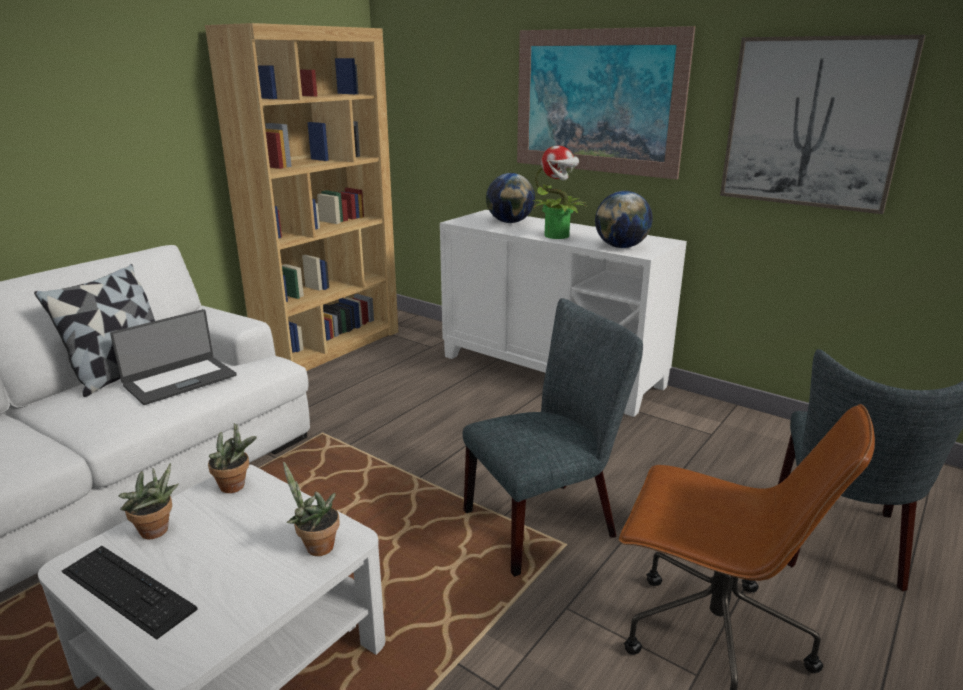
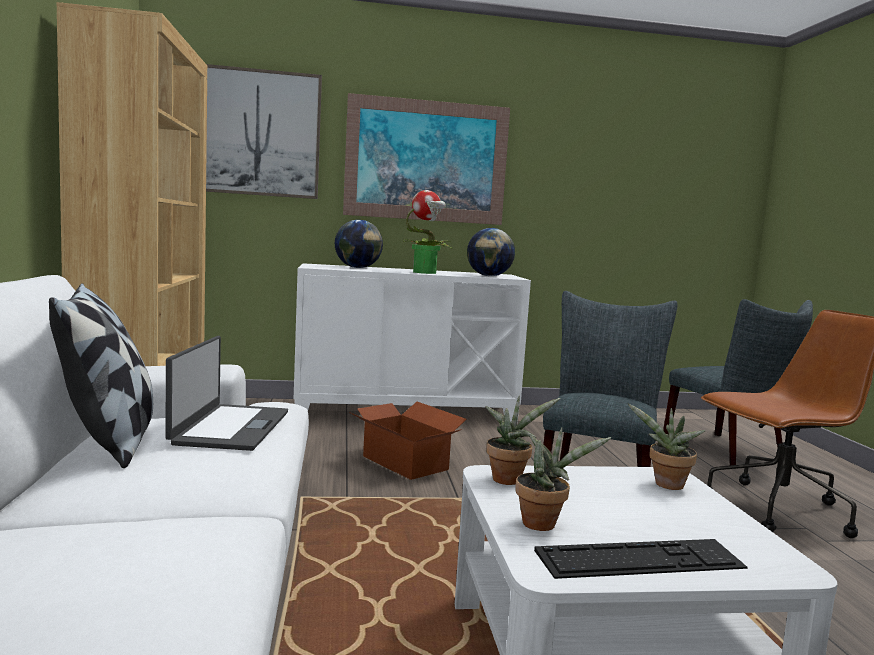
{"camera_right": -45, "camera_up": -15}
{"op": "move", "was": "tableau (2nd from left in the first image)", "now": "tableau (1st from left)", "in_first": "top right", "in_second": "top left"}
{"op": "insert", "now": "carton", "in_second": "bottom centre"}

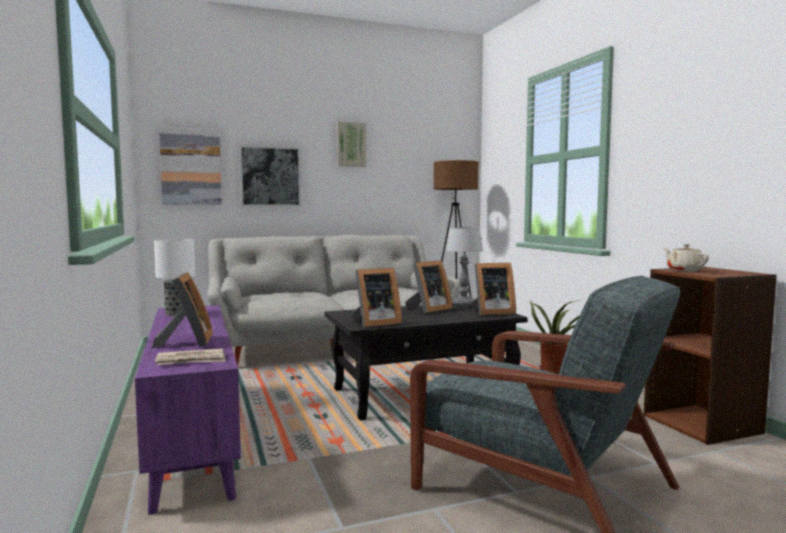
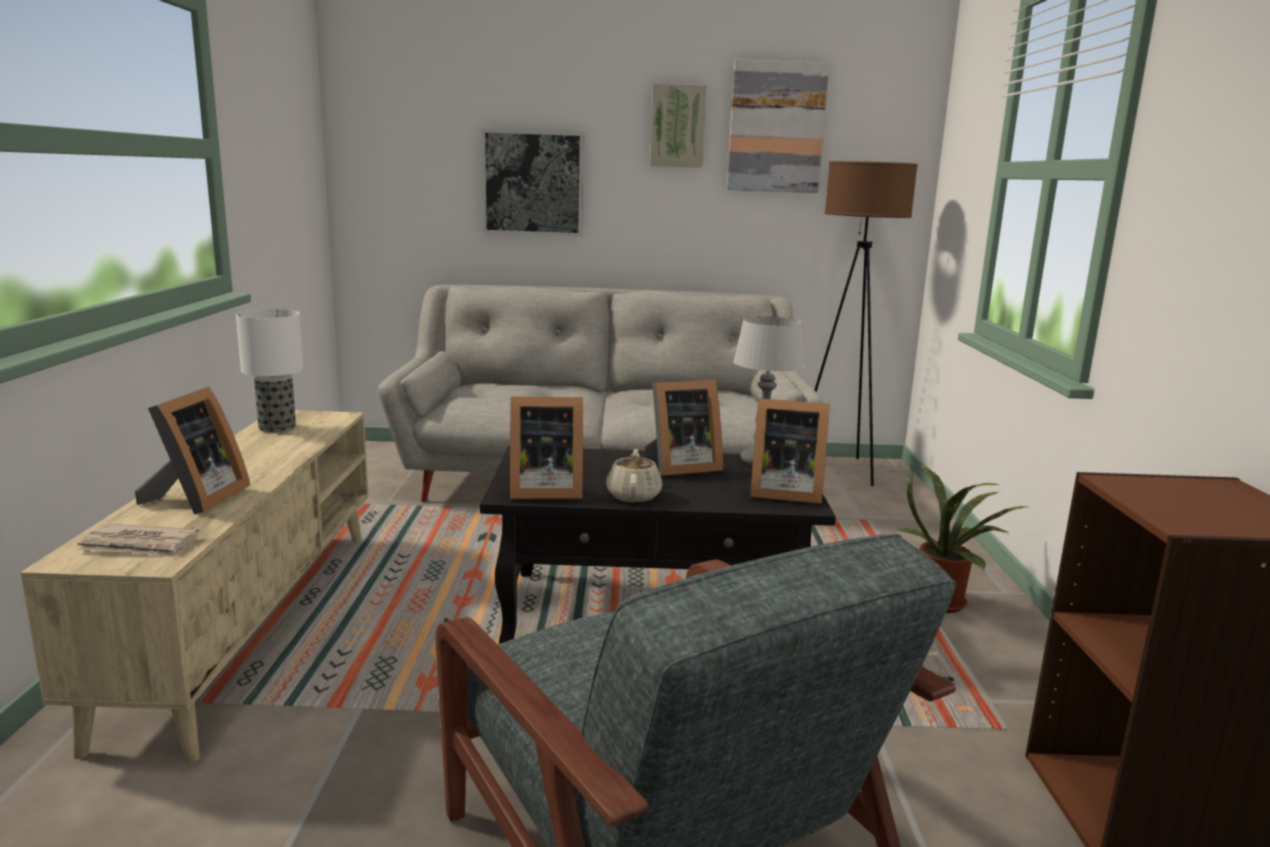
{"camera_right": 20, "camera_up": 10}
{"op": "recolor", "was": "meuble télé/violet", "now": "meuble télé/beige", "in_first": "bottom left", "in_second": "bottom left"}
{"op": "move", "was": "théière/beige", "in_first": "middle right", "in_second": "centre"}
{"op": "move", "was": "tableau (1st from left in the first image)", "now": "tableau (3rd from left)", "in_first": "top left", "in_second": "top centre"}

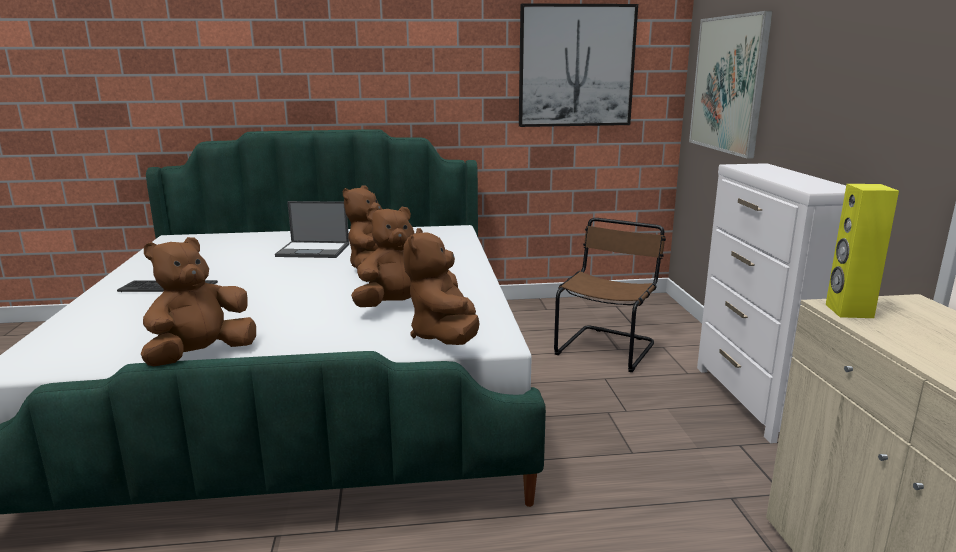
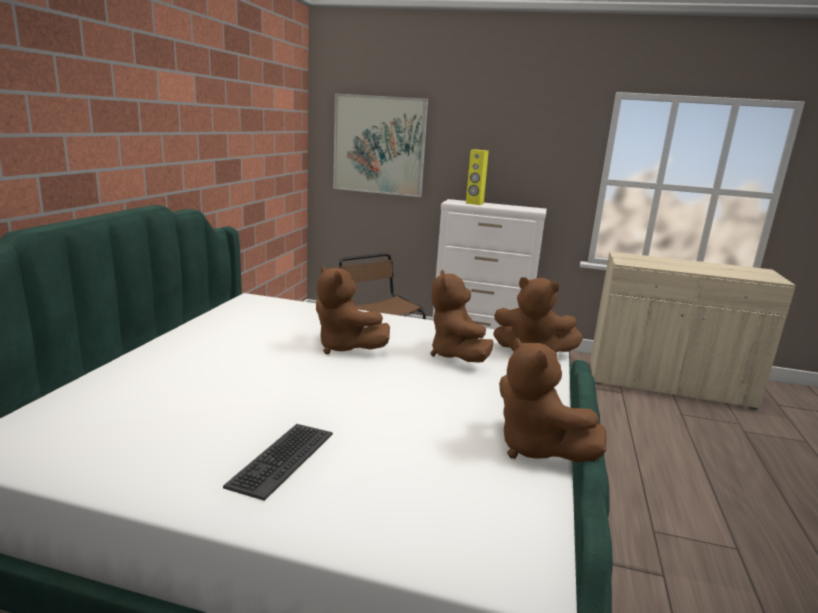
{"camera_right": -70, "camera_up": 0}
{"op": "move", "was": "enceinte/jaune", "in_first": "middle right", "in_second": "top centre"}
{"op": "delete", "was": "ordinateur portable", "in_first": "middle left"}
{"op": "delete", "was": "tableau (1st from left)", "in_first": "top centre"}

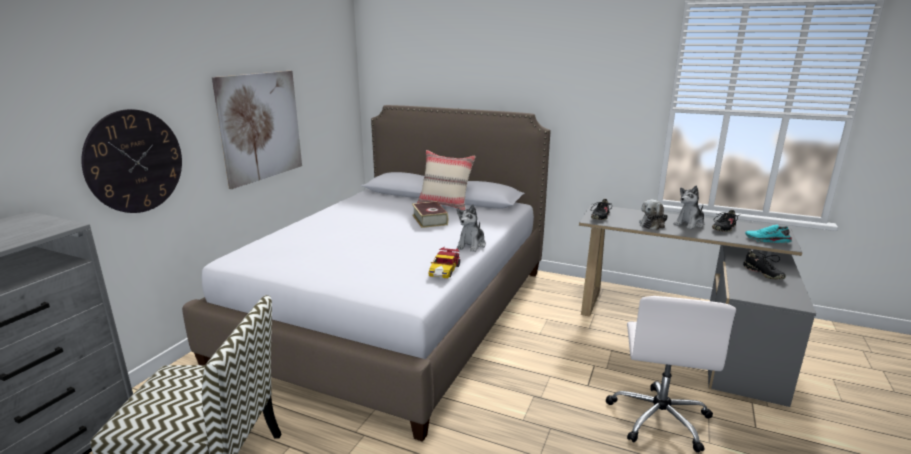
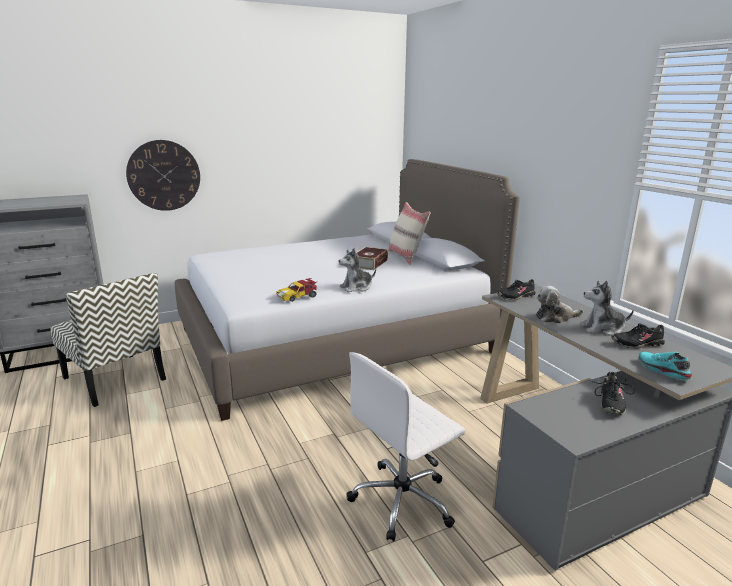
{"camera_right": 40, "camera_up": 0}
{"op": "delete", "was": "tableau", "in_first": "top left"}

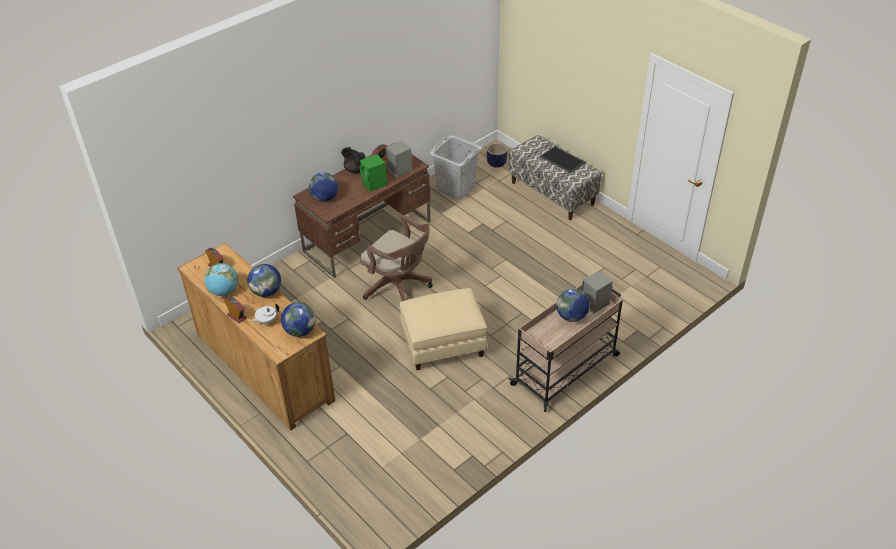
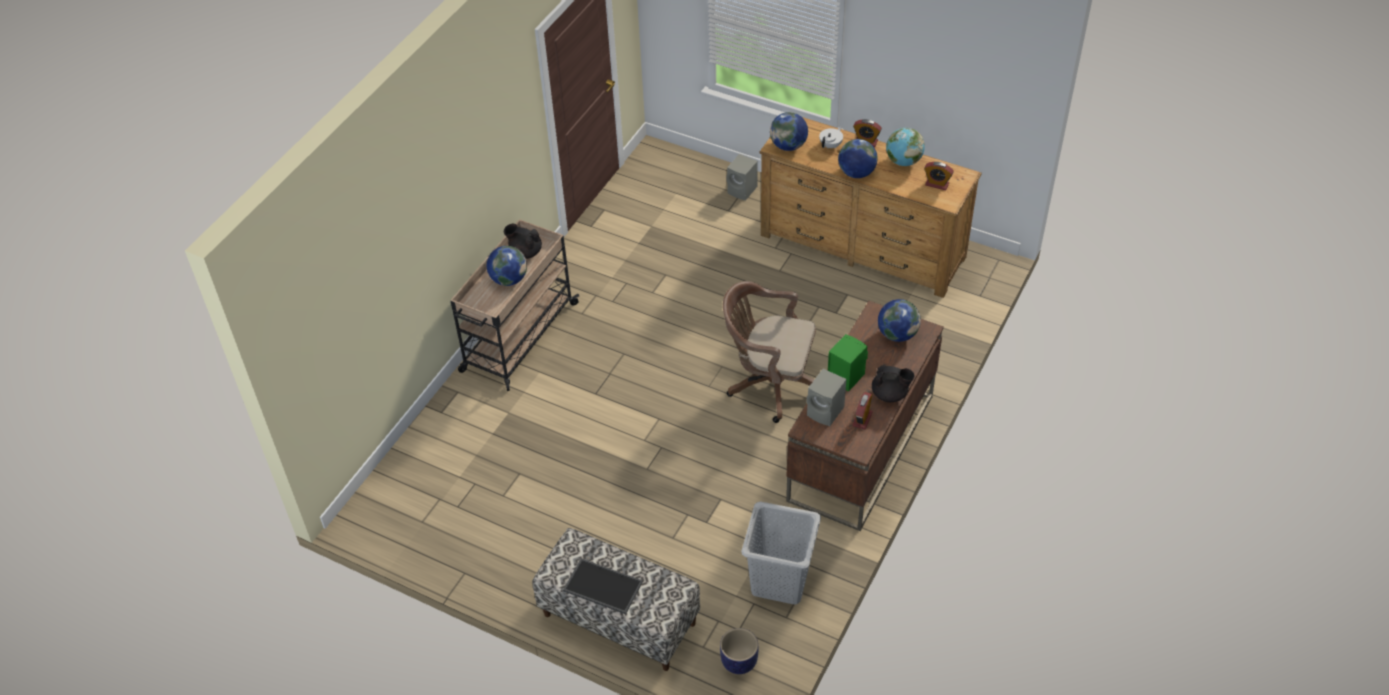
{"camera_right": 160, "camera_up": 5}
{"op": "insert", "now": "théière/noir (1st from left)", "in_second": "centre"}
{"op": "move", "was": "enceinte/gris (2nd from left in the first image)", "now": "enceinte/gris (1st from left)", "in_first": "centre", "in_second": "top centre"}
{"op": "delete", "was": "pouf/beige", "in_first": "centre"}

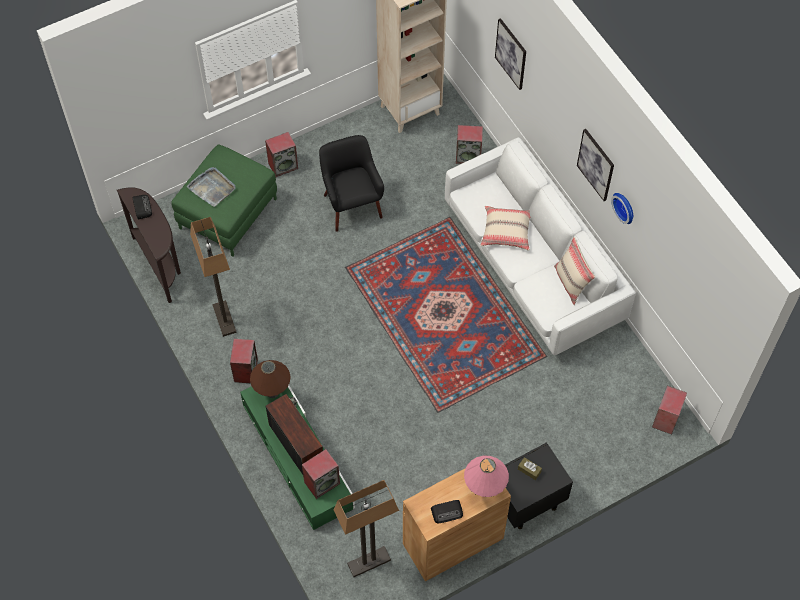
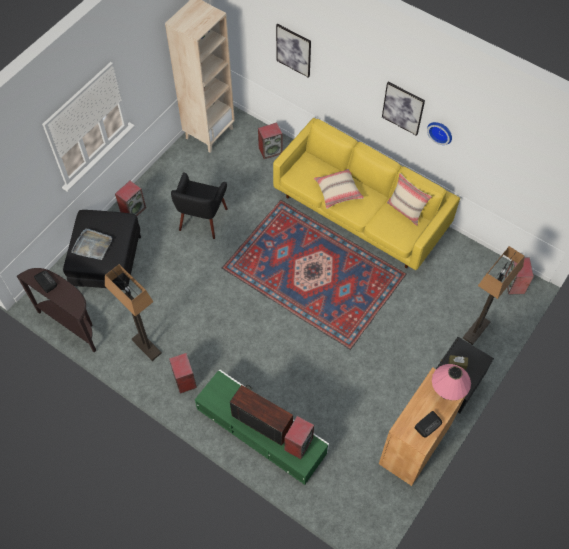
{"camera_right": -25, "camera_up": 0}
{"op": "recolor", "was": "pouf/vert", "now": "pouf/noir", "in_first": "middle left", "in_second": "middle left"}
{"op": "rotate", "was": "fauteuil/noir", "in_first": "top centre", "in_second": "centre", "clockwise": -120}
{"op": "recolor", "was": "canapé/blanc", "now": "canapé/jaune", "in_first": "middle right", "in_second": "centre"}
{"op": "move", "was": "lampadaire (2nd from left)", "in_first": "bottom centre", "in_second": "middle right"}
{"op": "delete", "was": "lampe de table/marron", "in_first": "centre"}

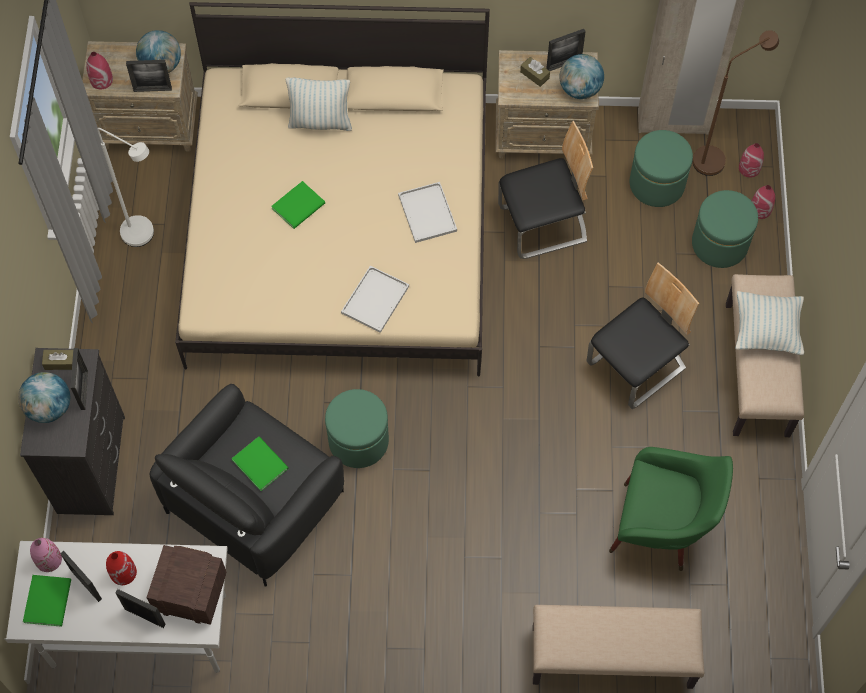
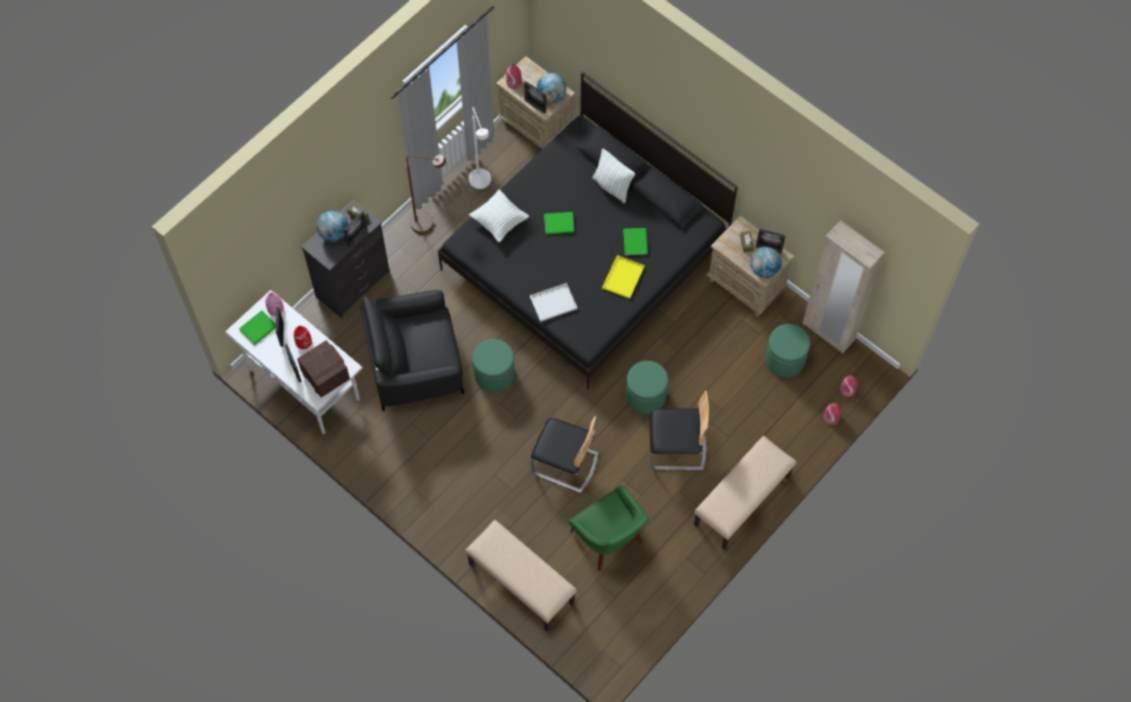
{"camera_right": 40, "camera_up": 0}
{"op": "move", "was": "lampadaire/marron", "in_first": "top right", "in_second": "top centre"}
{"op": "recolor", "was": "lit/beige", "now": "lit/noir", "in_first": "top centre", "in_second": "top centre"}
{"op": "move", "was": "coussin (2nd from left in the first image)", "now": "coussin (1st from left)", "in_first": "middle right", "in_second": "top centre"}
{"op": "move", "was": "chaise (1st from left)", "in_first": "top centre", "in_second": "centre"}
{"op": "recolor", "was": "plateau/blanc (2nd from left)", "now": "plateau/jaune", "in_first": "top centre", "in_second": "centre"}
{"op": "move", "was": "livre/vert (2nd from left in the first image)", "now": "livre/vert (3rd from left)", "in_first": "bottom left", "in_second": "centre"}
{"op": "move", "was": "pouf/vert (3rd from left in the first image)", "now": "pouf/vert (2nd from left)", "in_first": "top right", "in_second": "centre"}

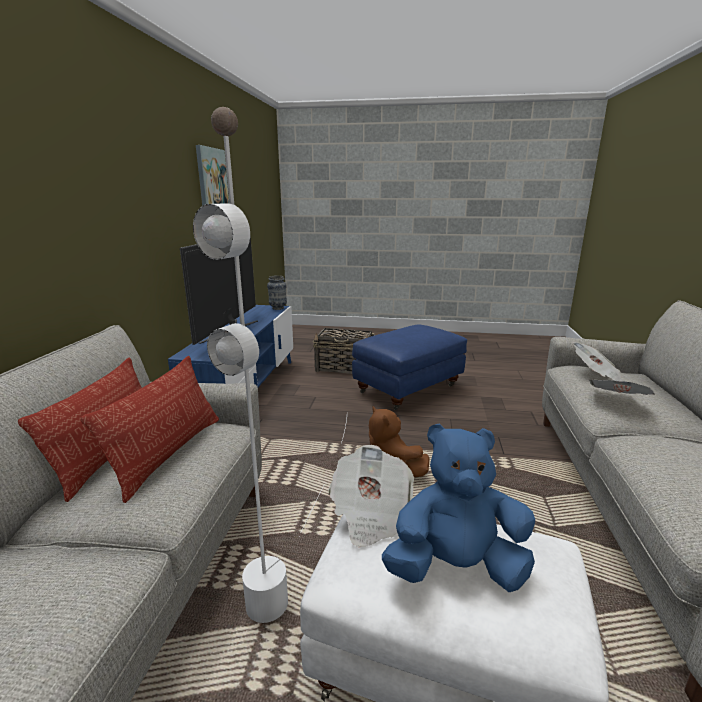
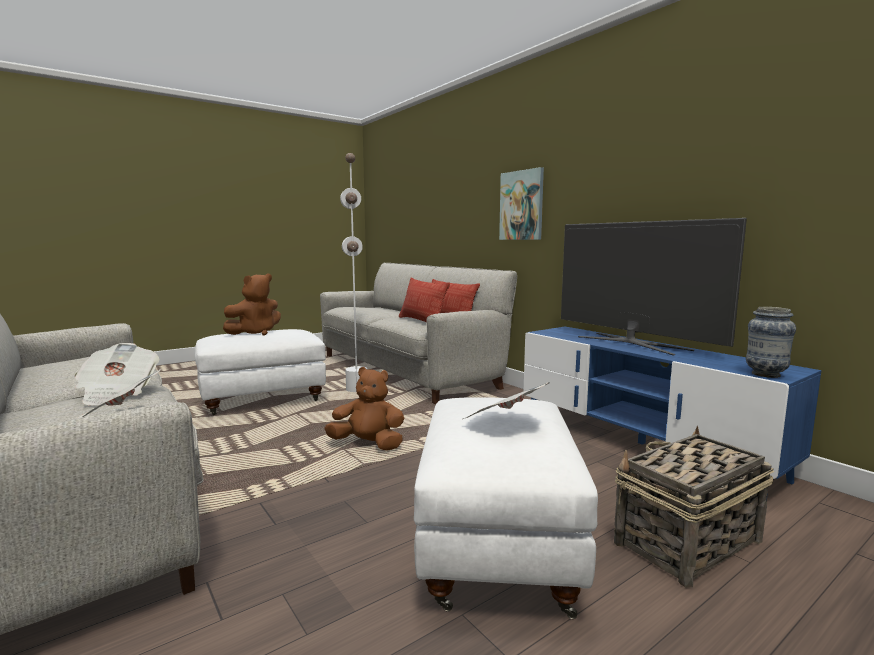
{"camera_right": 135, "camera_up": -10}
{"op": "recolor", "was": "peluche/bleu", "now": "peluche/marron (1st from left)", "in_first": "bottom centre", "in_second": "middle left"}
{"op": "recolor", "was": "pouf/bleu", "now": "pouf/blanc (2nd from left)", "in_first": "centre", "in_second": "bottom centre"}
{"op": "move", "was": "journal (1st from left in the first image)", "now": "journal (3rd from left)", "in_first": "bottom centre", "in_second": "centre"}
{"op": "move", "was": "tableau", "in_first": "top left", "in_second": "top centre"}

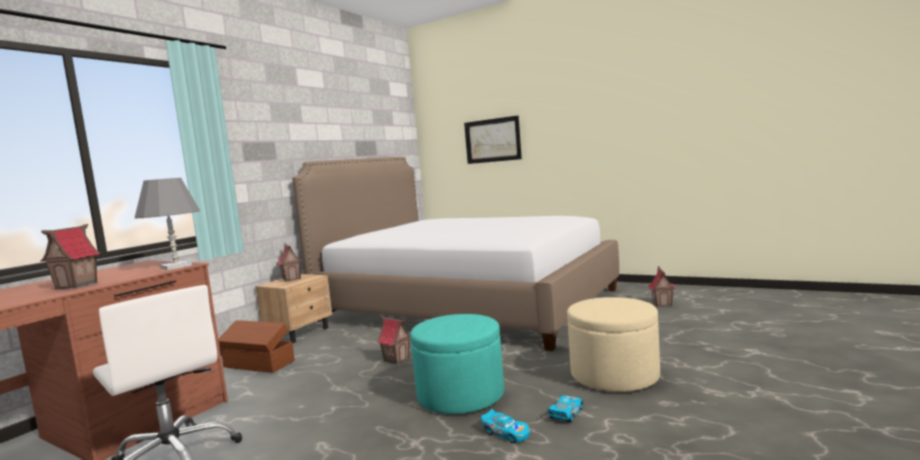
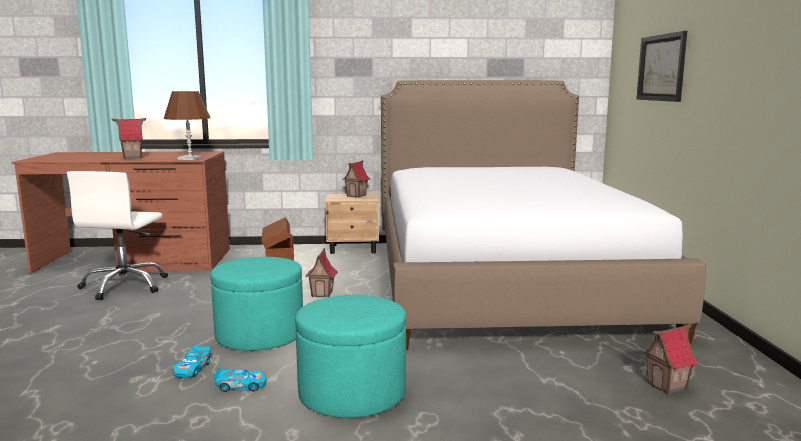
{"camera_right": 55, "camera_up": 5}
{"op": "recolor", "was": "lampe de table/gris", "now": "lampe de table/marron", "in_first": "middle left", "in_second": "top left"}
{"op": "recolor", "was": "pouf/beige", "now": "pouf/turquoise (2nd from left)", "in_first": "bottom centre", "in_second": "bottom centre"}

